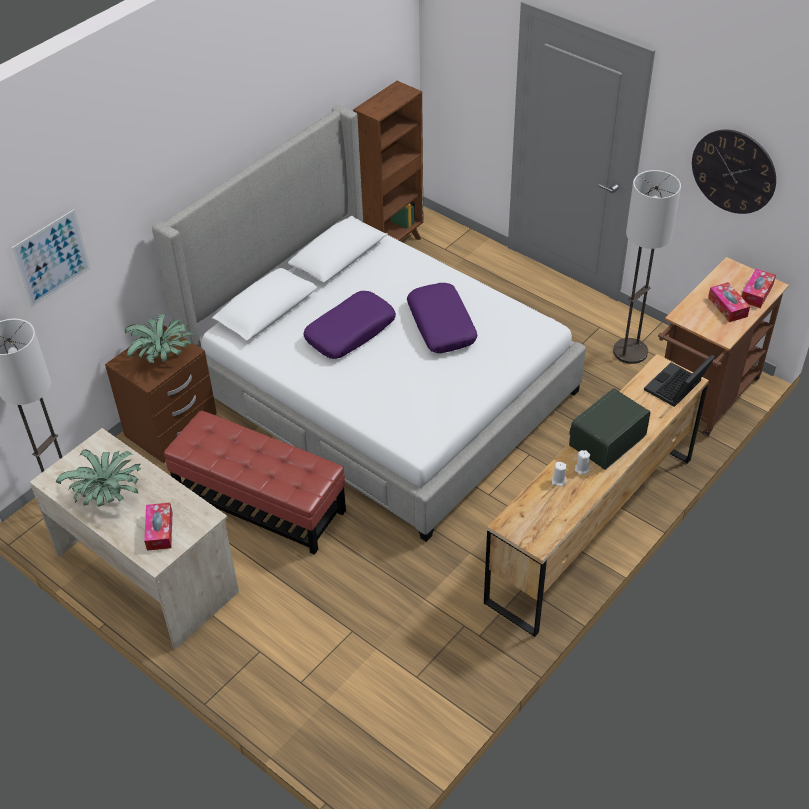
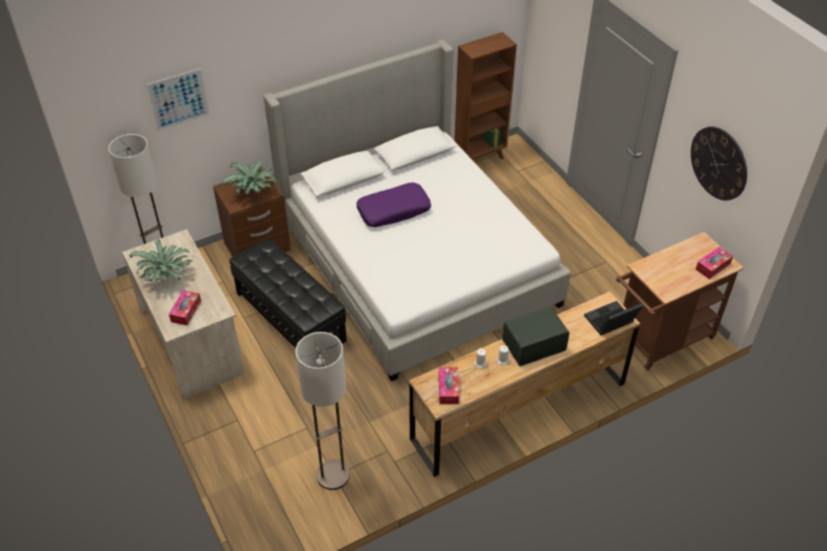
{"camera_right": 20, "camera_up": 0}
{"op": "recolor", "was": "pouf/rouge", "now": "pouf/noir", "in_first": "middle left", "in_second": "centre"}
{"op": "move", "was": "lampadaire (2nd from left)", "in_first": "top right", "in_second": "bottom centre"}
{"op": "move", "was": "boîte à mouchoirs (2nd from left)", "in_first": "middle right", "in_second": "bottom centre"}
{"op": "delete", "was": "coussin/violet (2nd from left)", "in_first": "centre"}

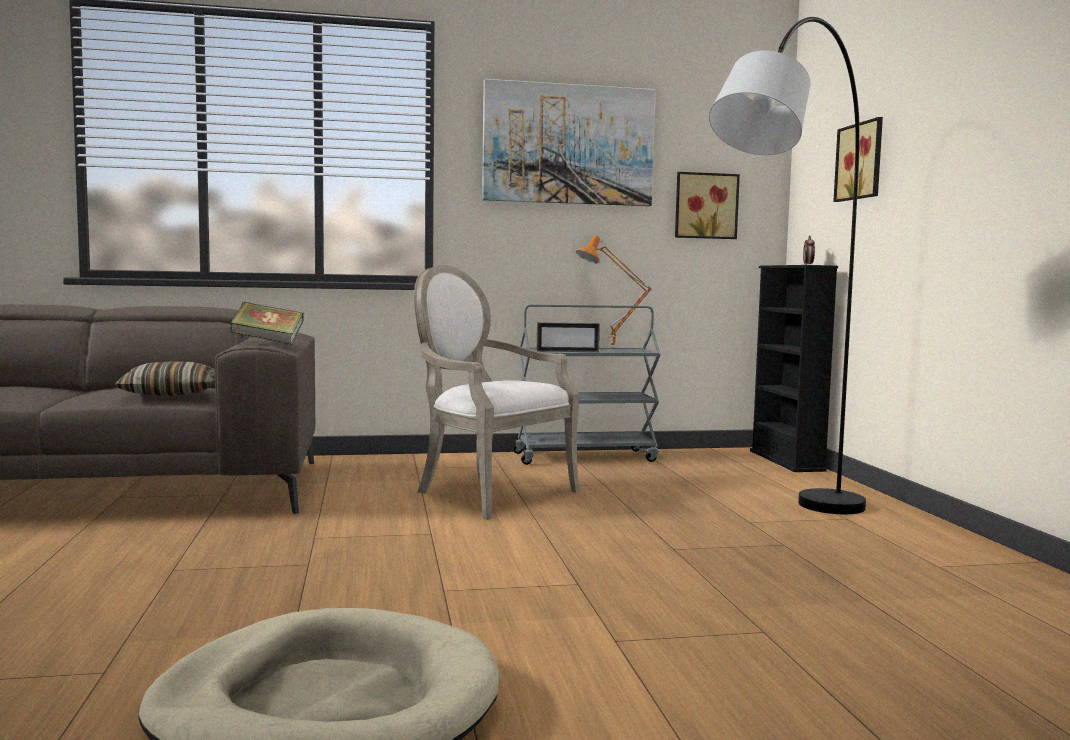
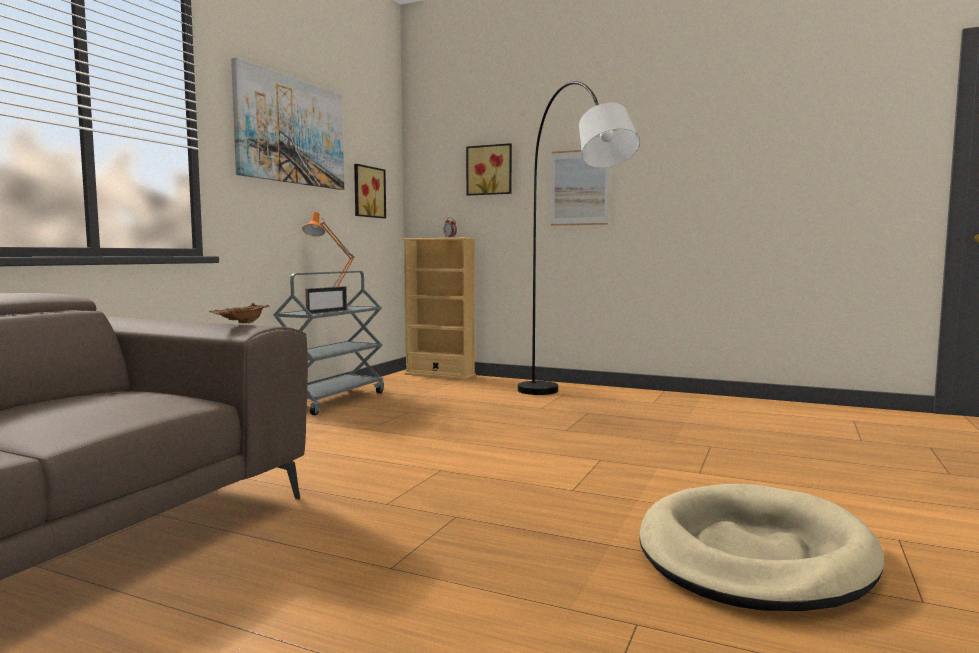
{"camera_right": -55, "camera_up": 0}
{"op": "replace", "was": "livre", "now": "plateau/marron", "in_first": "middle left", "in_second": "middle left"}
{"op": "recolor", "was": "bibliothèque/noir", "now": "bibliothèque/beige", "in_first": "middle right", "in_second": "centre"}
{"op": "insert", "now": "tableau (4th from left)", "in_second": "top centre"}
{"op": "delete", "was": "coussin", "in_first": "middle left"}
{"op": "delete", "was": "fauteuil", "in_first": "centre"}

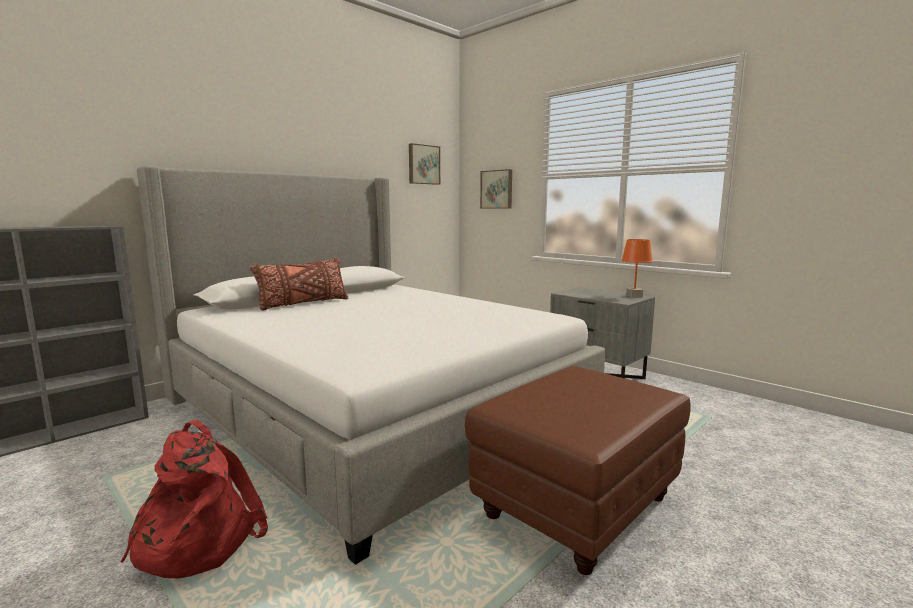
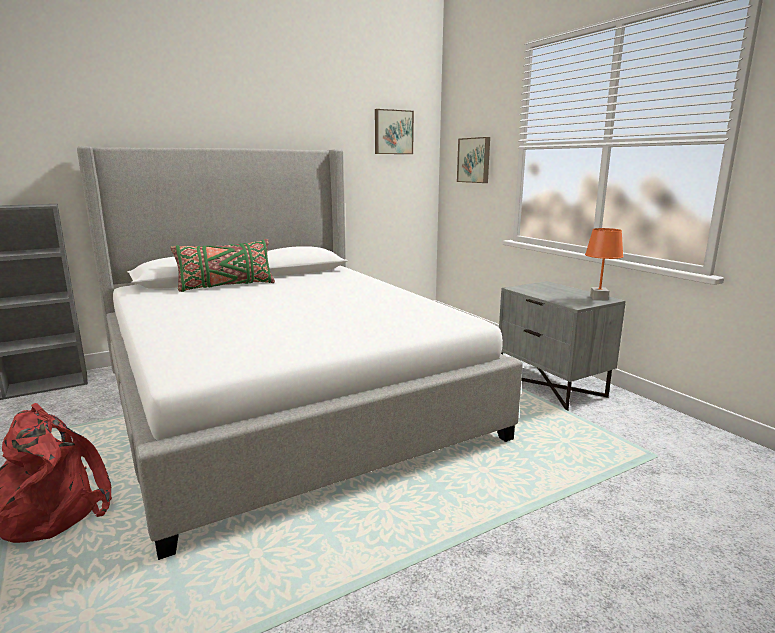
{"camera_right": 15, "camera_up": 5}
{"op": "recolor", "was": "coussin/marron", "now": "coussin/vert", "in_first": "middle left", "in_second": "middle left"}
{"op": "delete", "was": "pouf/marron", "in_first": "bottom centre"}

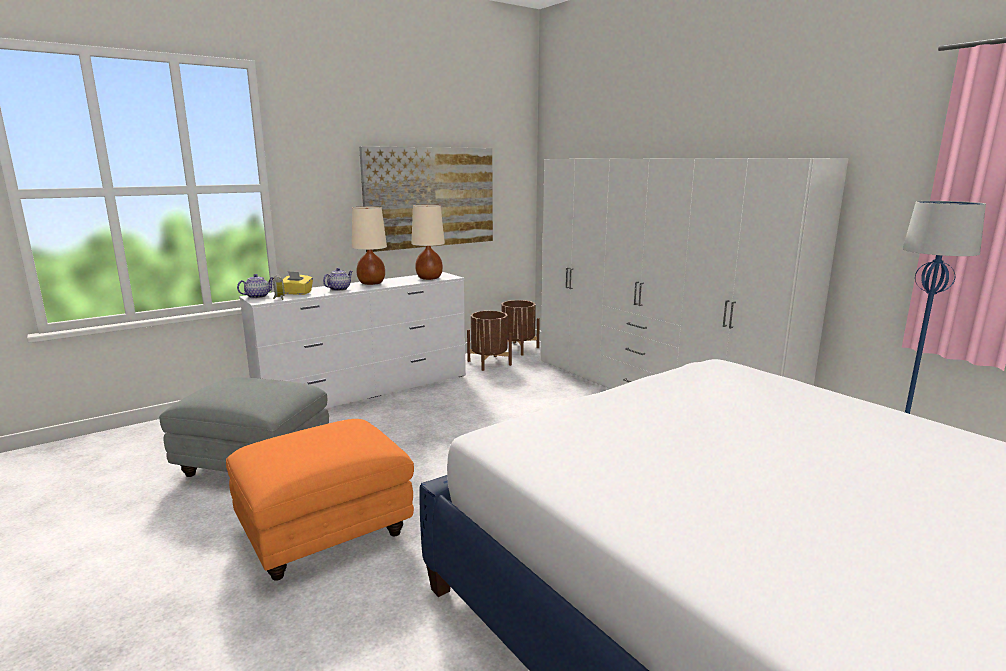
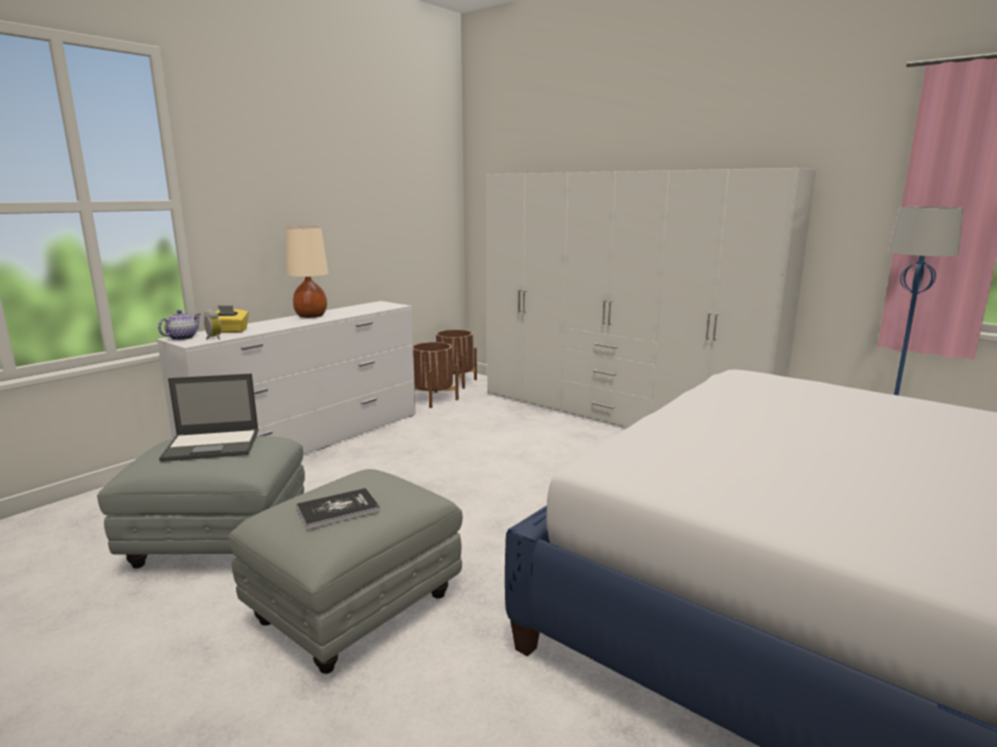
{"camera_right": -15, "camera_up": 0}
{"op": "insert", "now": "ordinateur portable", "in_second": "middle left"}
{"op": "recolor", "was": "pouf/orange", "now": "pouf/gris (2nd from left)", "in_first": "bottom left", "in_second": "bottom centre"}
{"op": "insert", "now": "livre", "in_second": "bottom centre"}
{"op": "delete", "was": "théière (2nd from left)", "in_first": "centre"}
{"op": "delete", "was": "tableau", "in_first": "top centre"}
{"op": "delete", "was": "lampe de table/beige (2nd from left)", "in_first": "centre"}

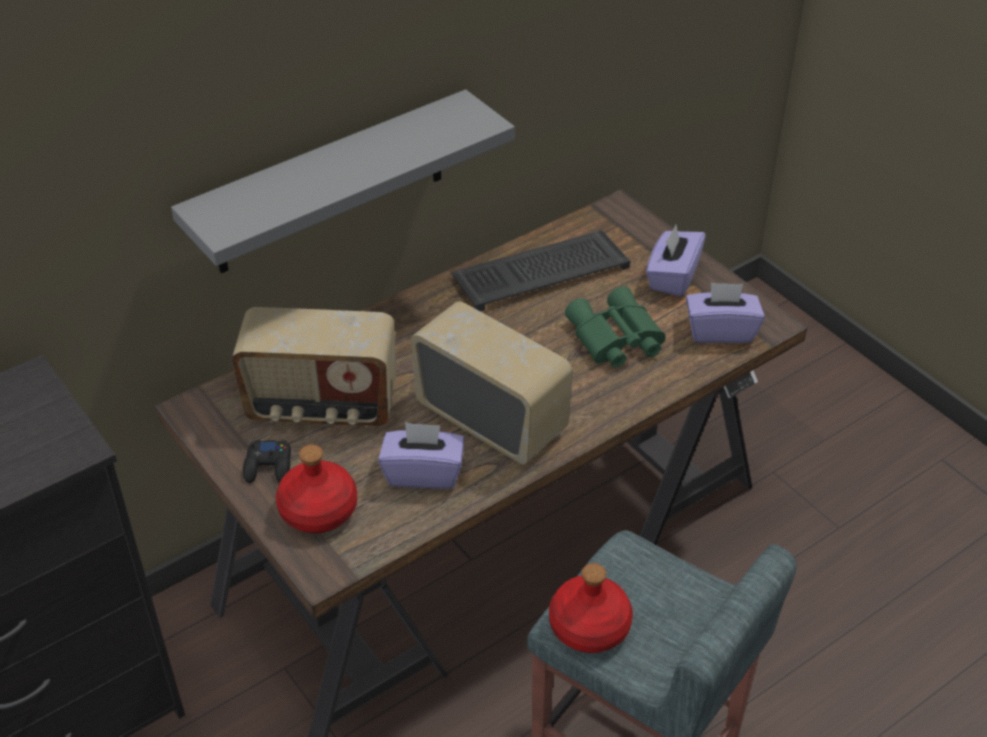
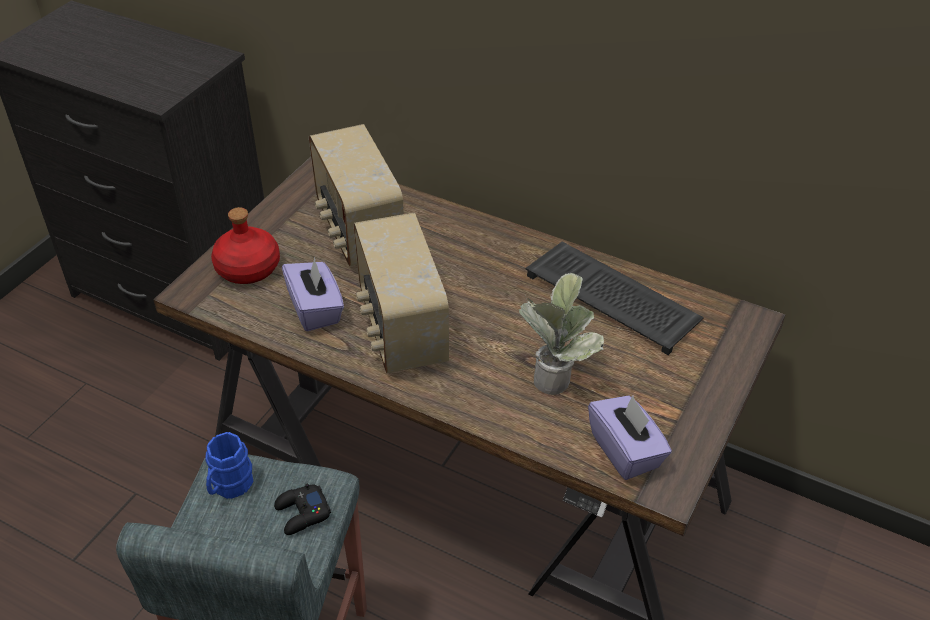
{"camera_right": 65, "camera_up": 0}
{"op": "replace", "was": "bouteille/rouge (2nd from left)", "now": "mug/bleu", "in_first": "bottom centre", "in_second": "bottom left"}
{"op": "move", "was": "manette/noir", "in_first": "middle left", "in_second": "bottom left"}
{"op": "rotate", "was": "radio (2nd from left)", "in_first": "centre", "in_second": "centre", "clockwise": 150}
{"op": "replace", "was": "jumelles/vert", "now": "plante en pot", "in_first": "centre", "in_second": "centre"}
{"op": "delete", "was": "étagère/gris", "in_first": "top centre"}
{"op": "delete", "was": "boîte à mouchoirs/violet (2nd from left)", "in_first": "middle right"}

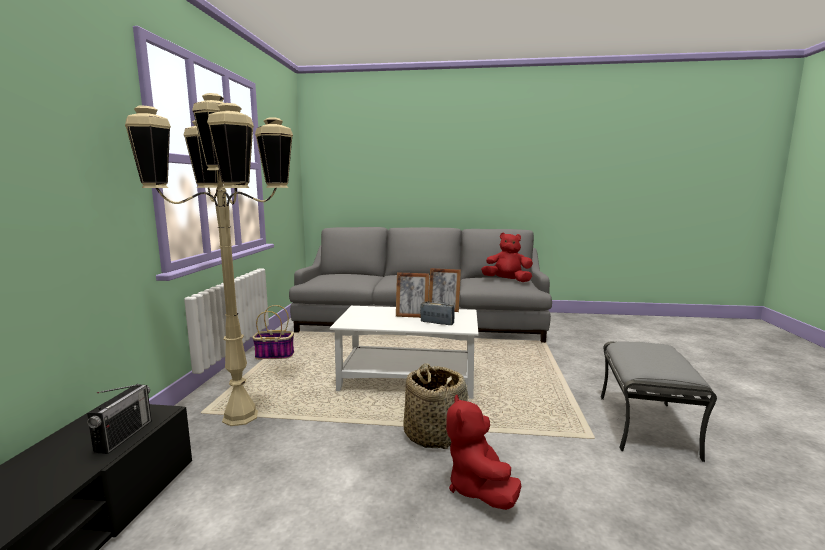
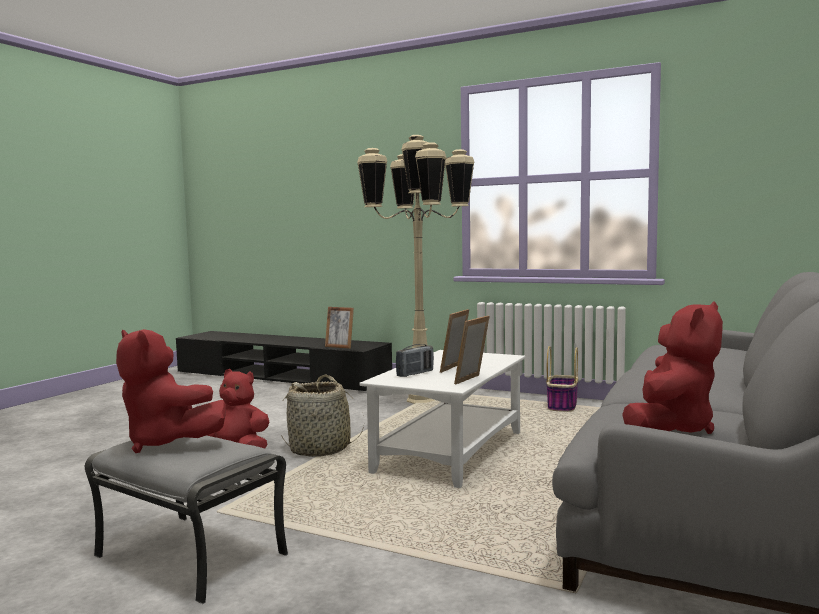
{"camera_right": 110, "camera_up": -5}
{"op": "insert", "now": "peluche/rouge (1st from left)", "in_second": "middle left"}
{"op": "replace", "was": "radio (1st from left)", "now": "cadre photo (1st from left)", "in_first": "bottom left", "in_second": "centre"}

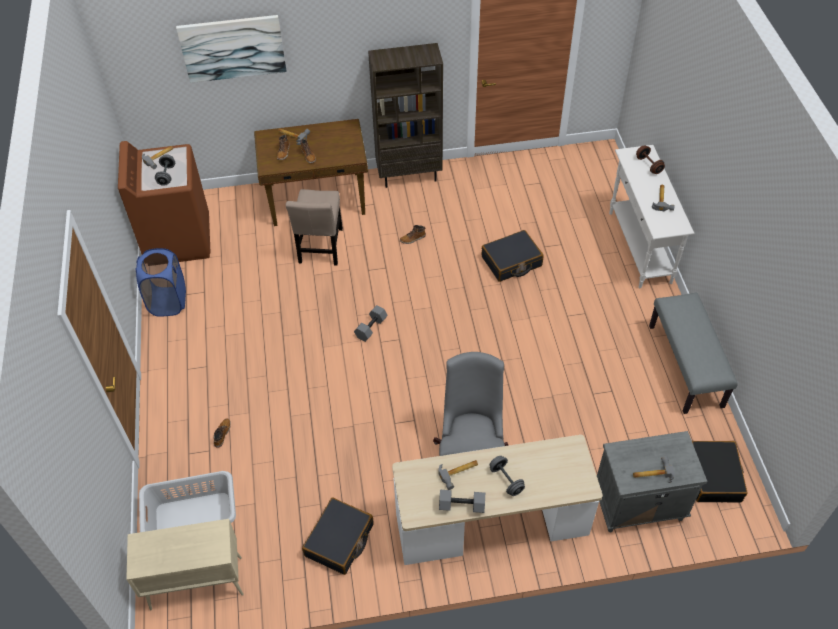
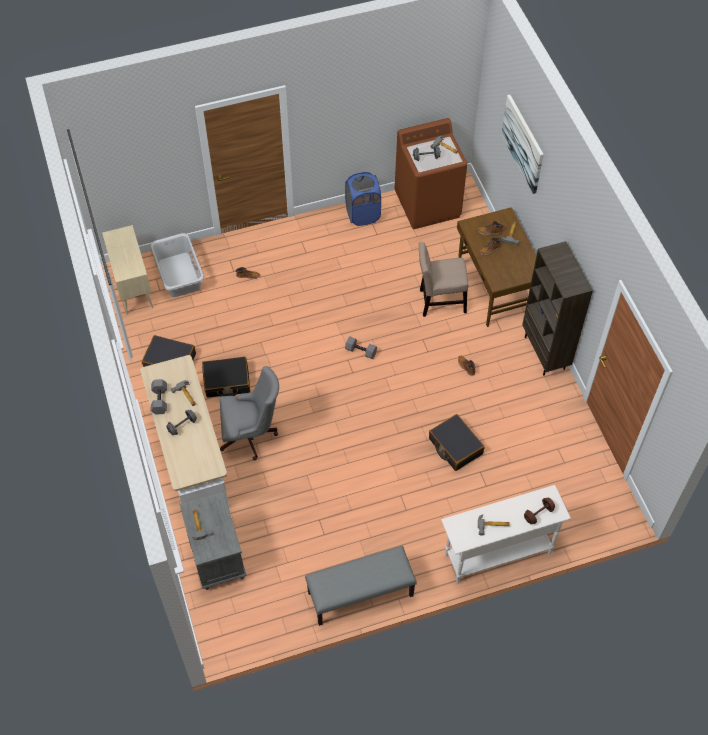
{"camera_right": 80, "camera_up": 5}
{"op": "move", "was": "valise/noir (3rd from left in the first image)", "now": "valise/noir (2nd from left)", "in_first": "bottom right", "in_second": "middle left"}

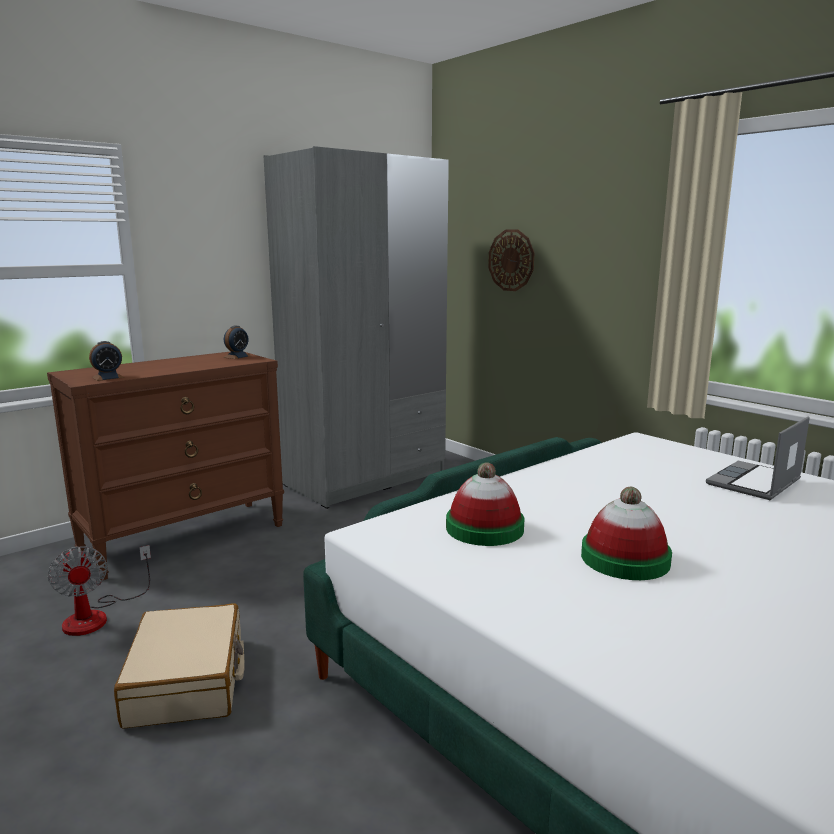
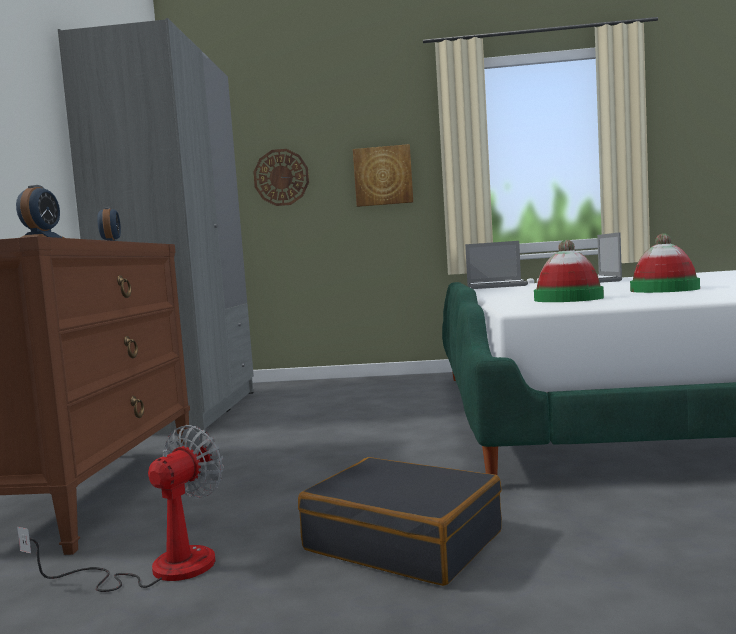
{"camera_right": -45, "camera_up": -10}
{"op": "rotate", "was": "ventilateur", "in_first": "bottom left", "in_second": "bottom left", "clockwise": -75}
{"op": "recolor", "was": "valise/beige", "now": "valise/noir", "in_first": "bottom left", "in_second": "bottom centre"}
{"op": "insert", "now": "tableau", "in_second": "top centre"}
{"op": "insert", "now": "ordinateur portable (1st from left)", "in_second": "middle right"}

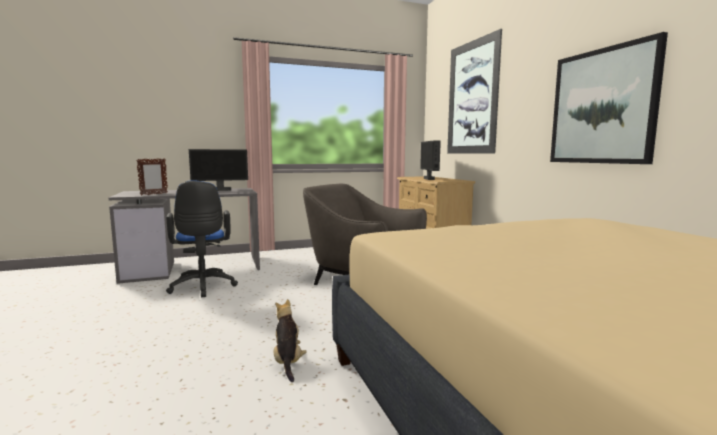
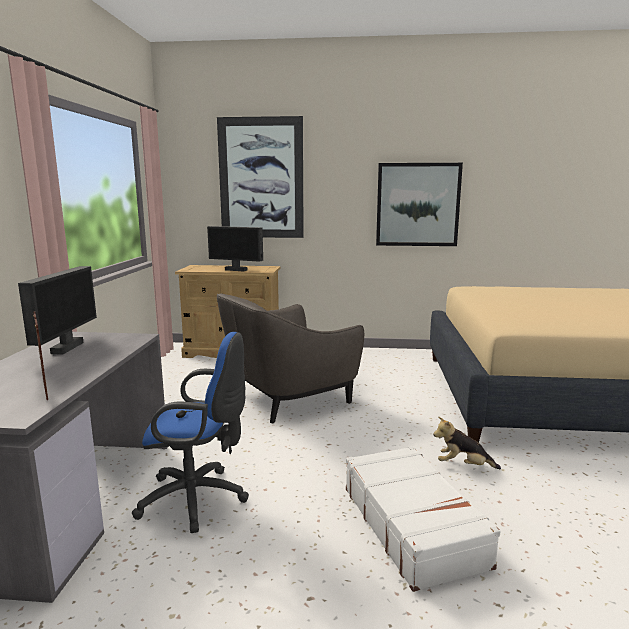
{"camera_right": -65, "camera_up": 5}
{"op": "insert", "now": "valise/blanc", "in_second": "bottom right"}

